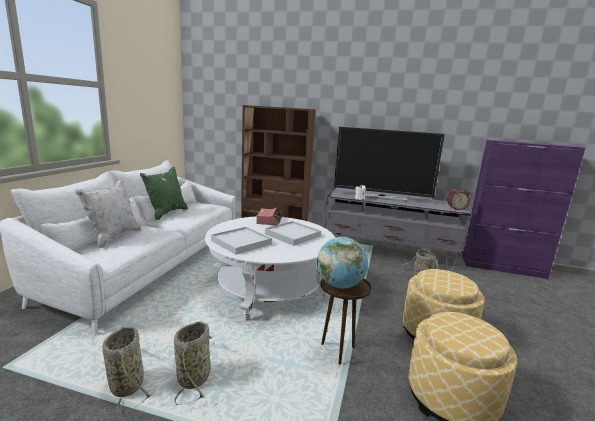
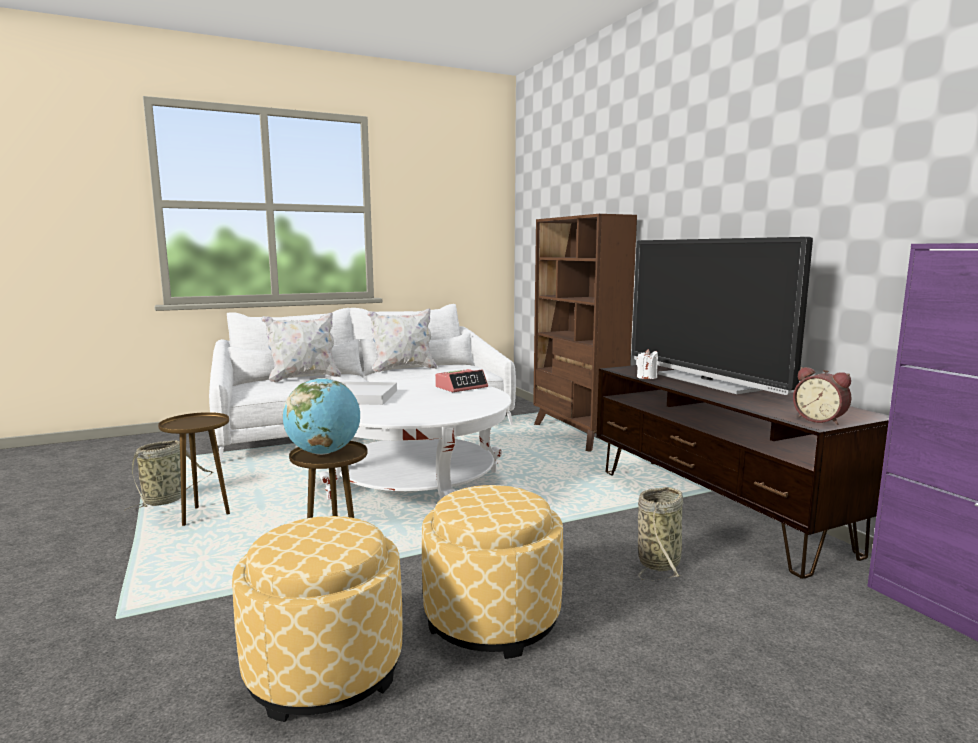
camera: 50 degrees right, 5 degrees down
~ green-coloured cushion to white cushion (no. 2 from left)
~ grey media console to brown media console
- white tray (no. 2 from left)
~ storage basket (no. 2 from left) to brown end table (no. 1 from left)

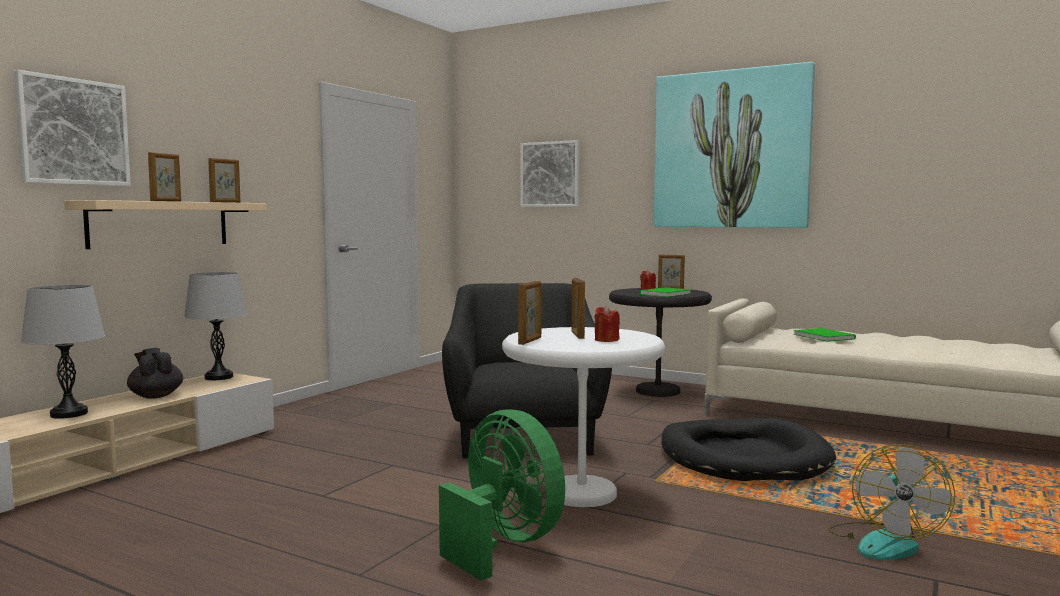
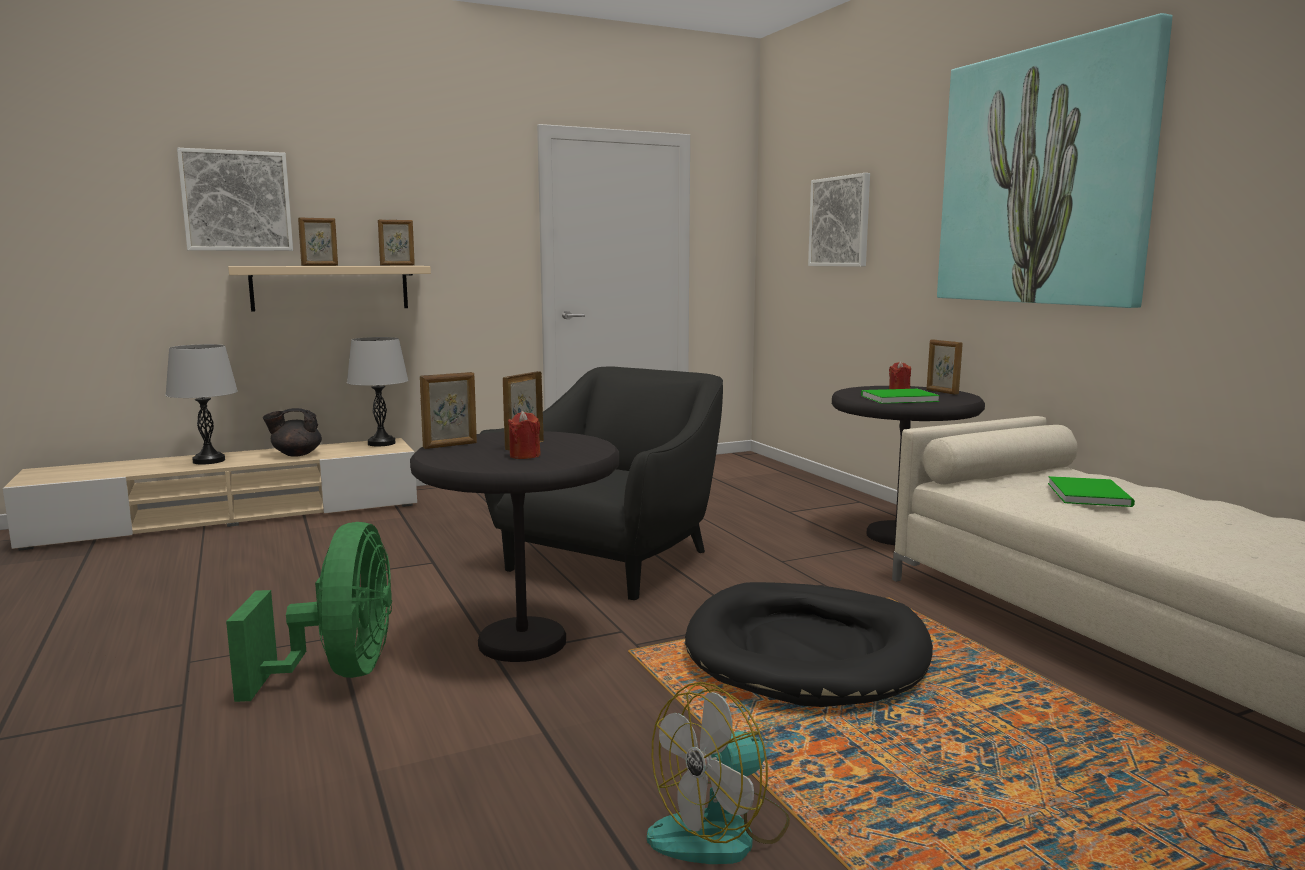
camera: 35 degrees right, 5 degrees up
~ white end table to black-coloured end table (no. 1 from left)
~ black-coloured teapot 105 degrees counterclockwise

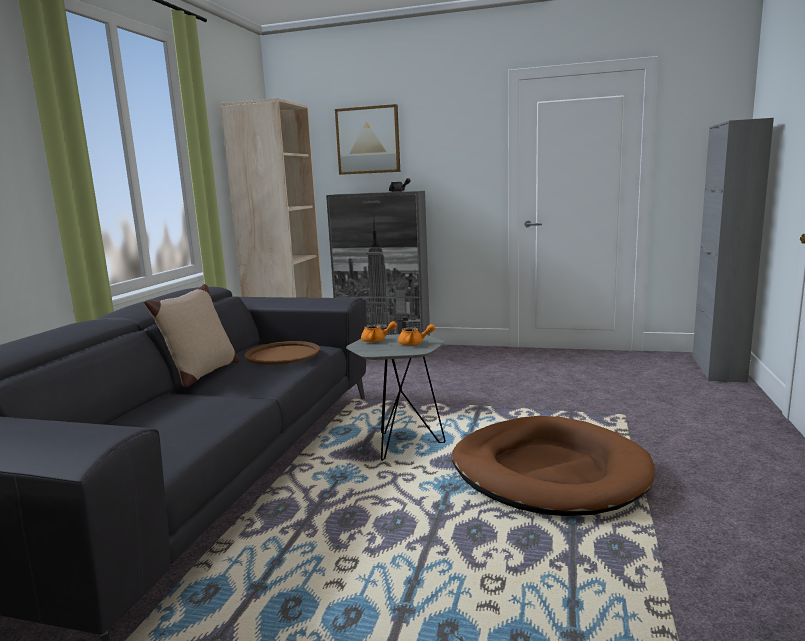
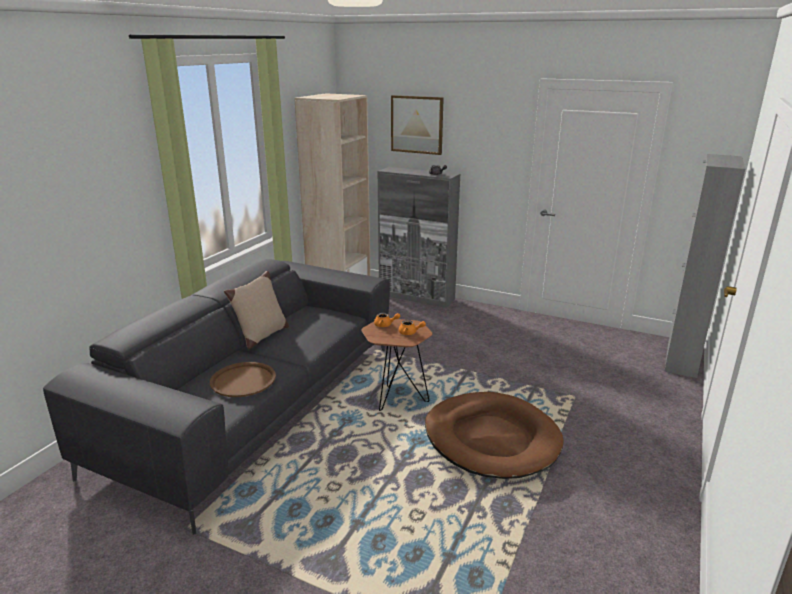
camera: 10 degrees right, 10 degrees up
~ grey end table to brown end table
~ brown tray

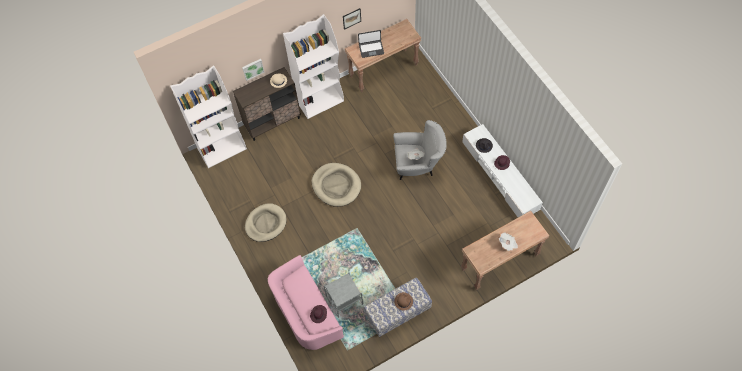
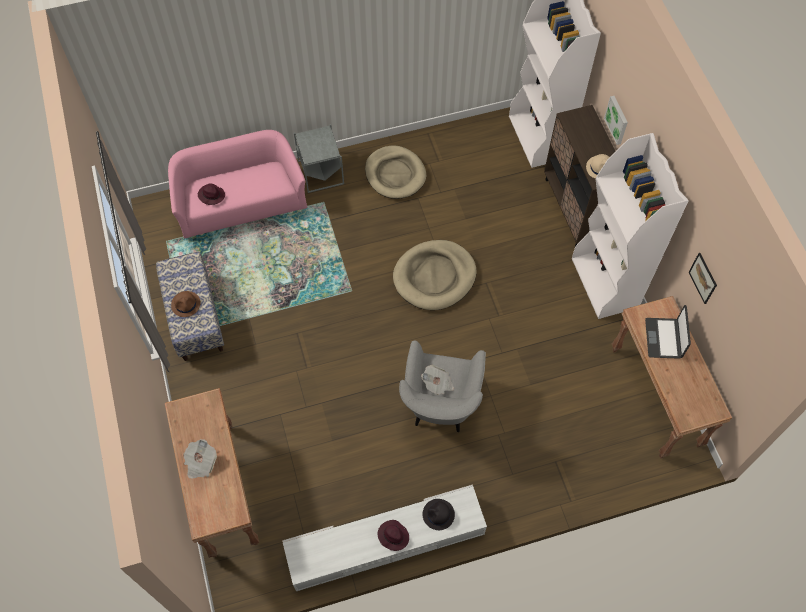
camera: 100 degrees right, 0 degrees up
~ grey end table

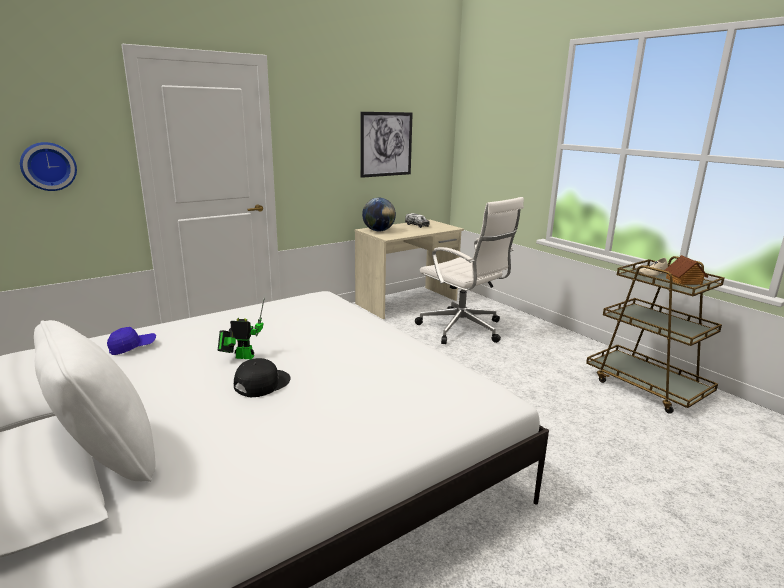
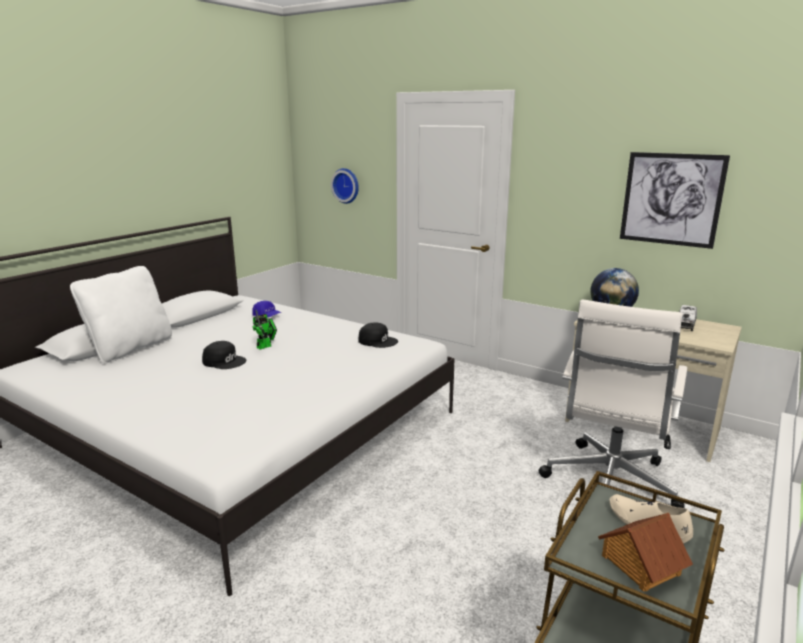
camera: 70 degrees right, 0 degrees up
~ toy robot 60 degrees clockwise
+ black-coloured cap (no. 2 from left)

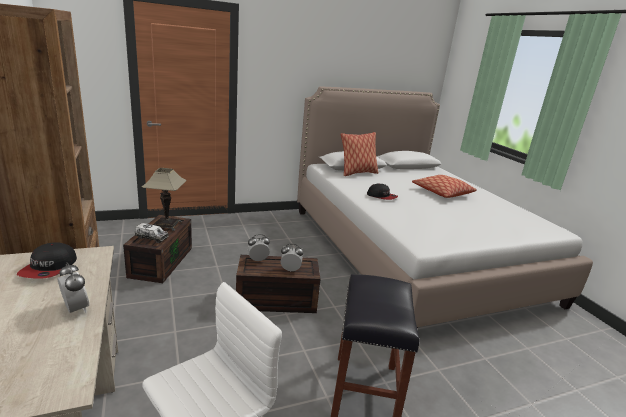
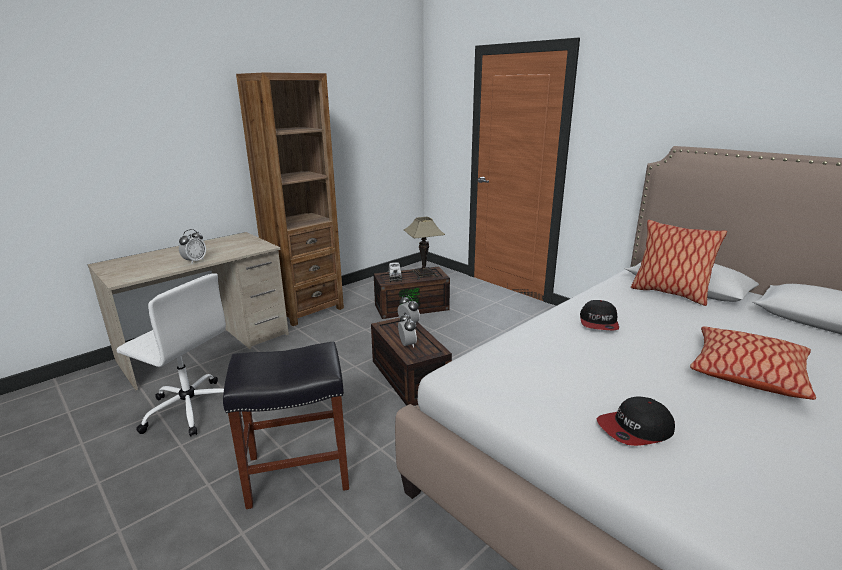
camera: 70 degrees right, 0 degrees up
~ cap (no. 1 from left in the first image) to cap (no. 2 from left)

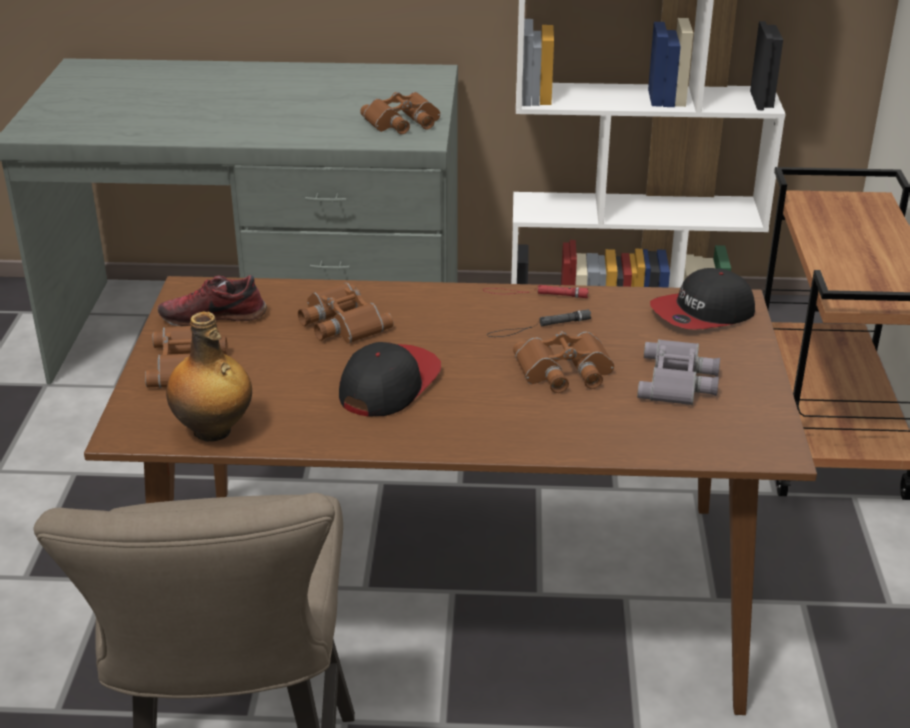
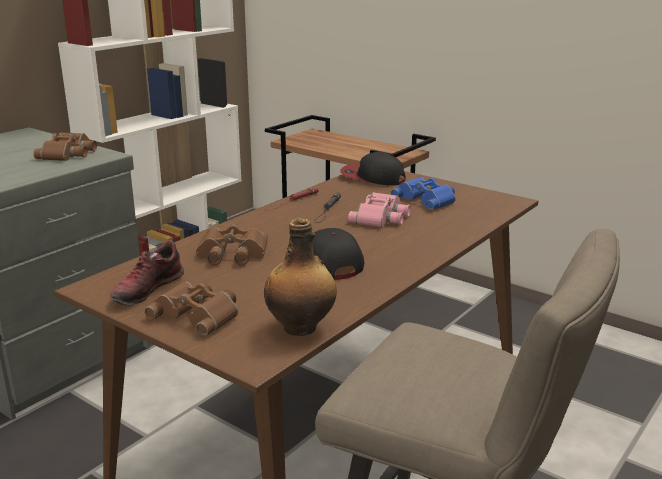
camera: 55 degrees left, 10 degrees down
~ cap (no. 2 from left) 105 degrees clockwise
~ brown binoculars (no. 4 from left) to pink binoculars
~ grey binoculars to blue binoculars

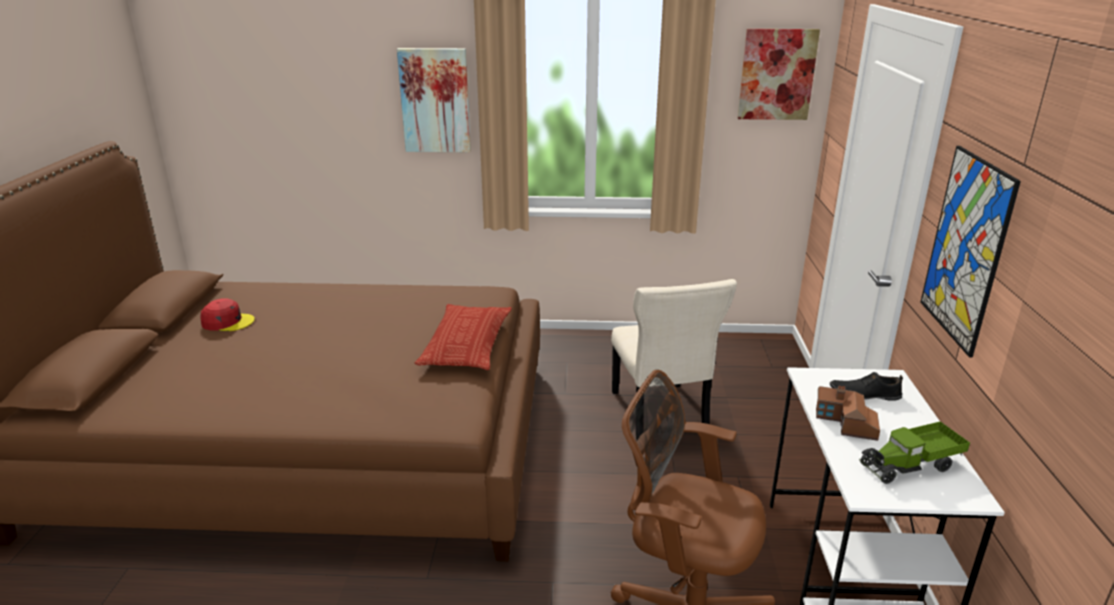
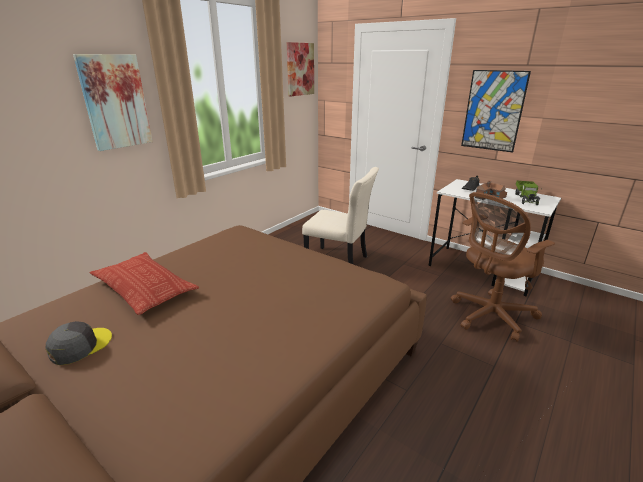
camera: 55 degrees left, 0 degrees up
~ reddish cap to grey cap
~ cushion

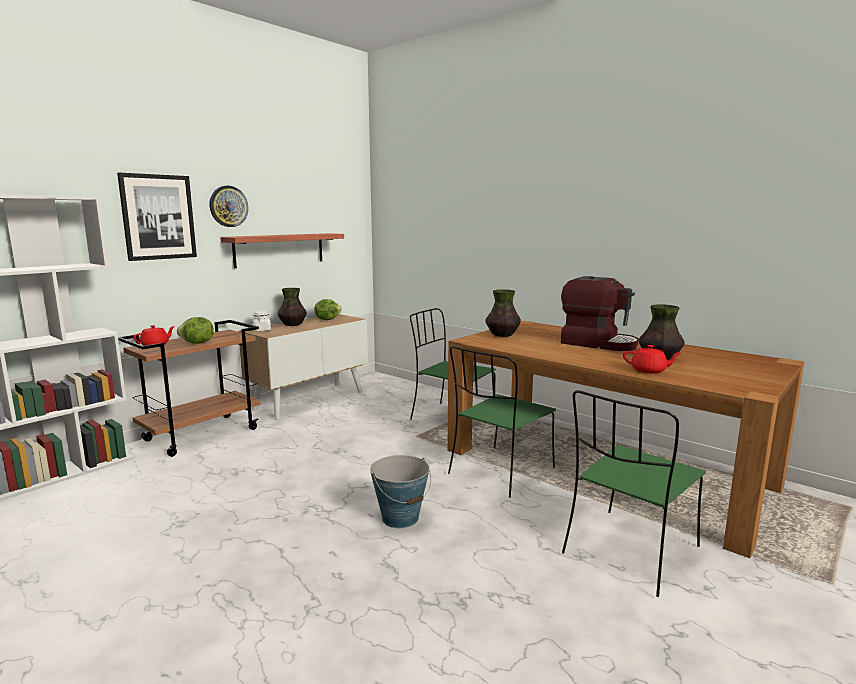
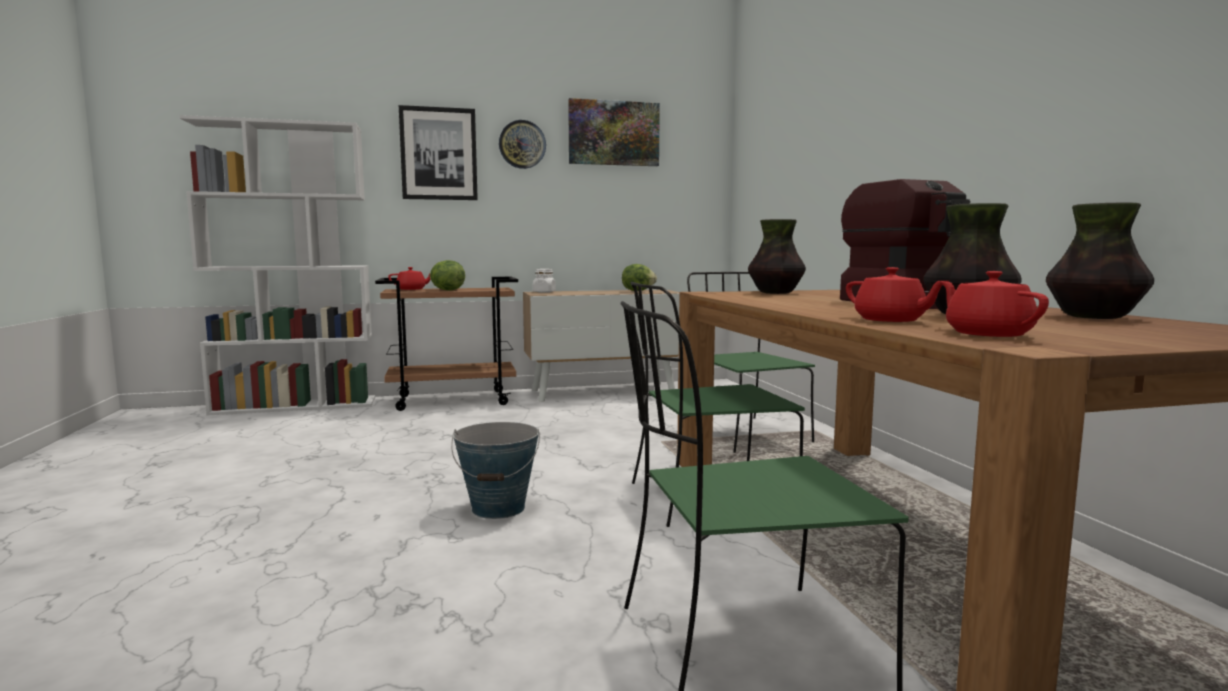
camera: 35 degrees right, 5 degrees down
- wall shelf
~ flower vase (no. 1 from left in the first image) to flower vase (no. 3 from left)
+ wall art (no. 2 from left)
+ reddish teapot (no. 3 from left)

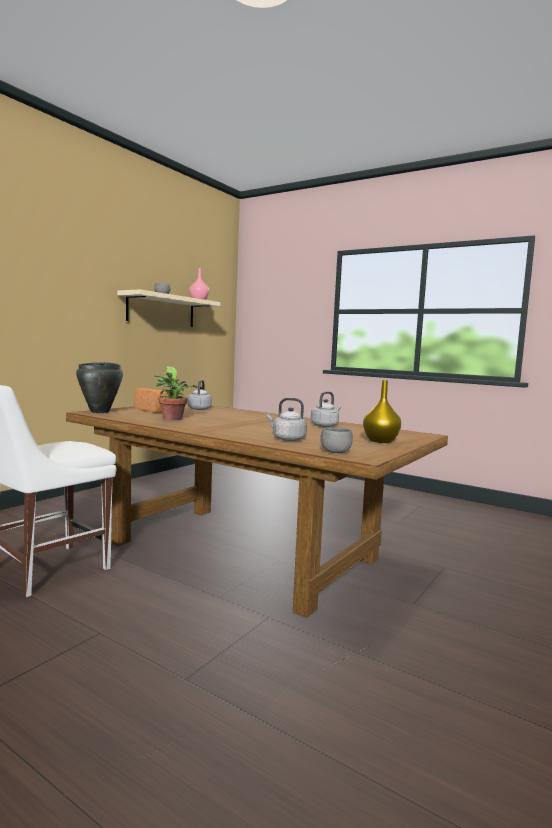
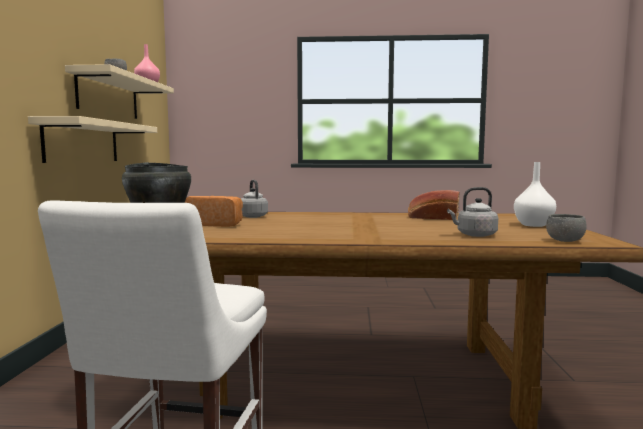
camera: 30 degrees left, 0 degrees up
- potted plant
~ yellow-coloured flower vase to white flower vase
~ grey tea kettle (no. 3 from left) to bread (no. 2 from left)
+ beige wall shelf (no. 1 from left)

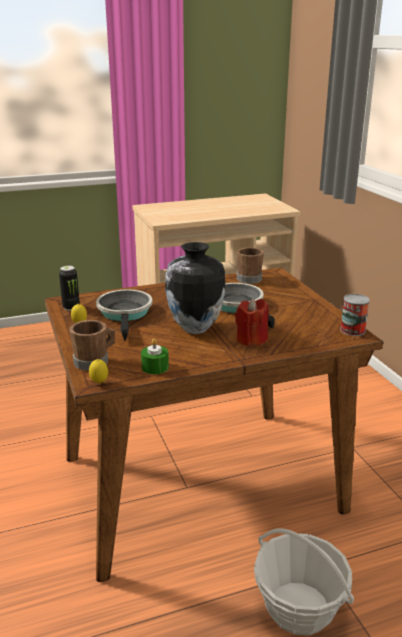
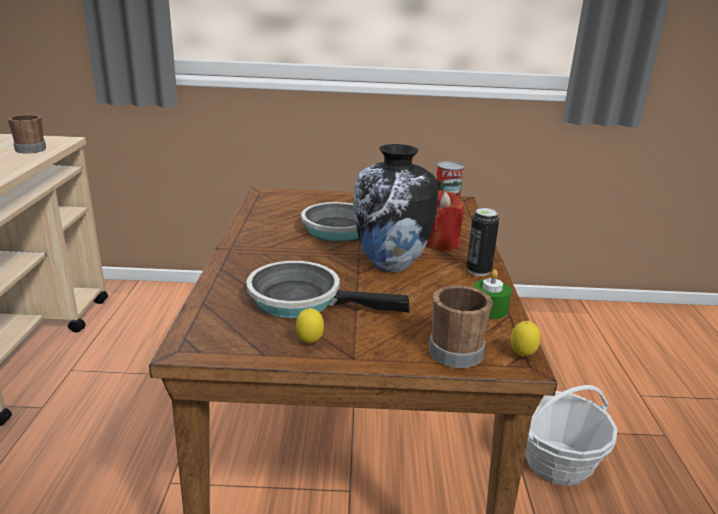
camera: 70 degrees left, 0 degrees up
~ brown mug (no. 2 from left in the first image) to brown mug (no. 1 from left)
~ sealed can (no. 1 from left in the first image) to sealed can (no. 2 from left)

